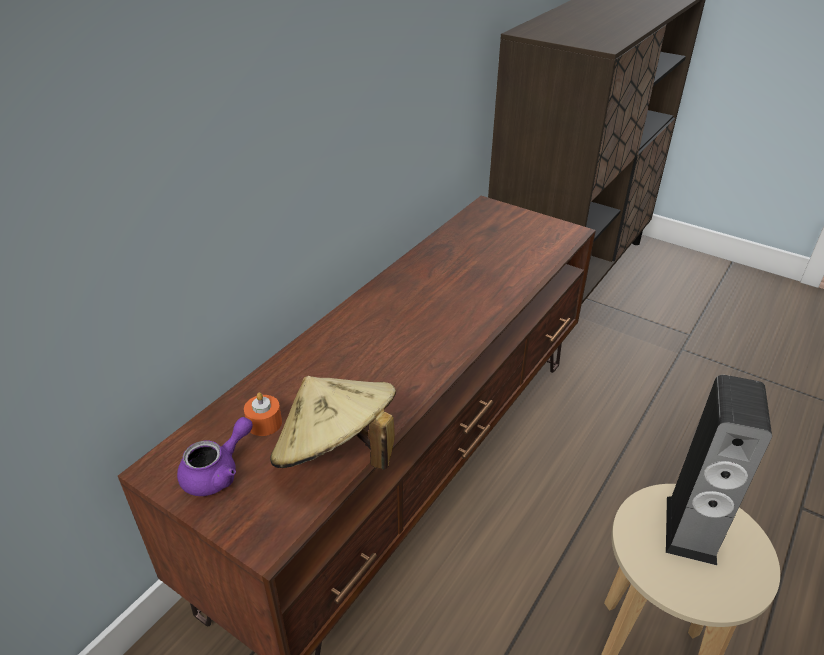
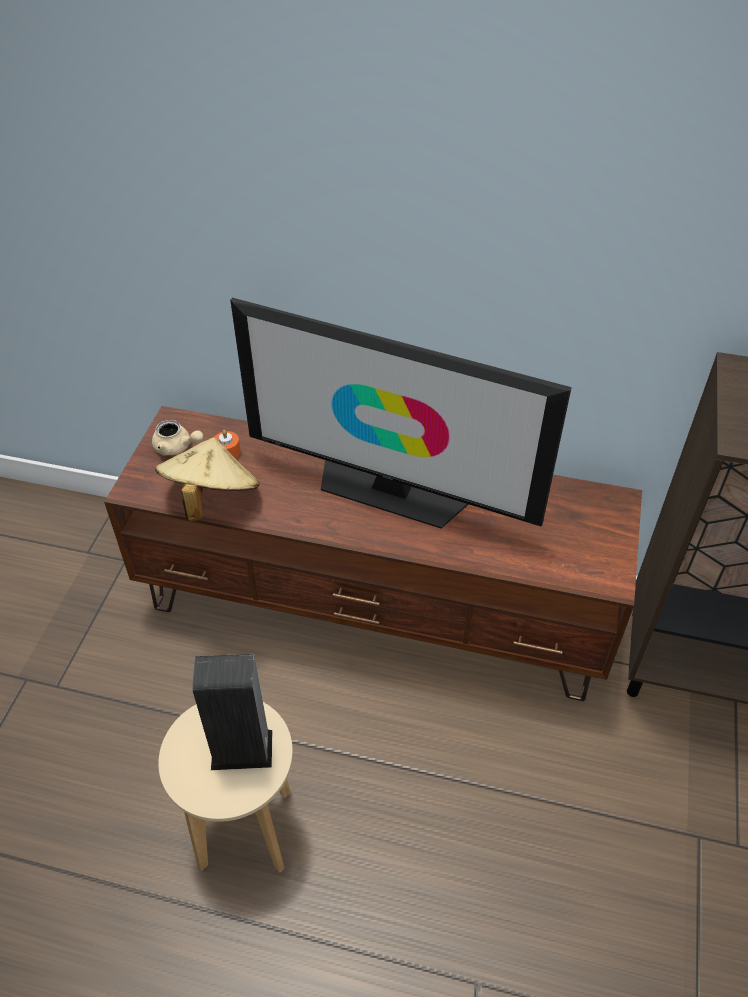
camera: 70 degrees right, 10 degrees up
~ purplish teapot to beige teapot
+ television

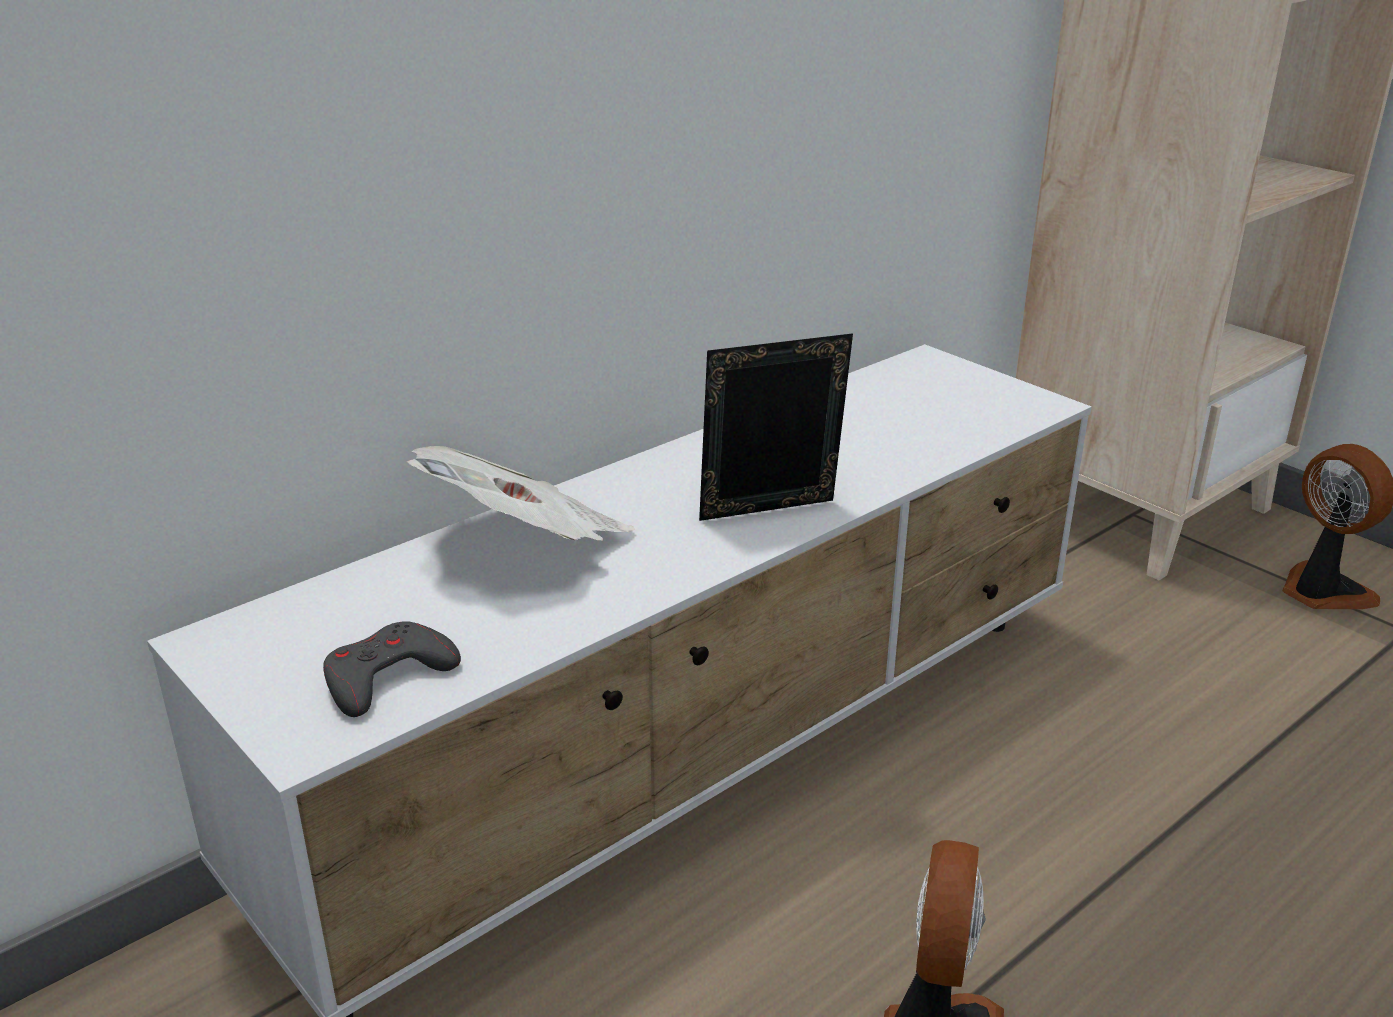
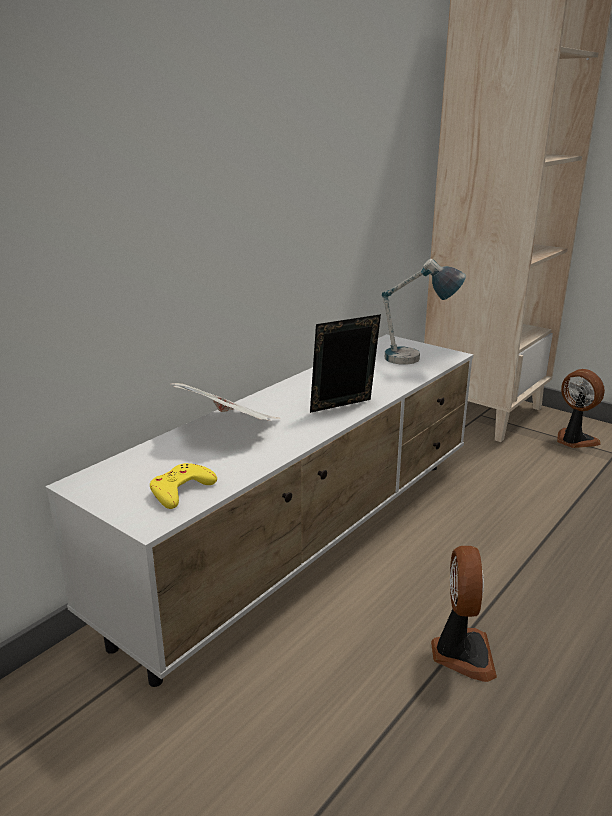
camera: 10 degrees left, 5 degrees down
~ grey game controller to yellow-coloured game controller
+ tabletop lamp

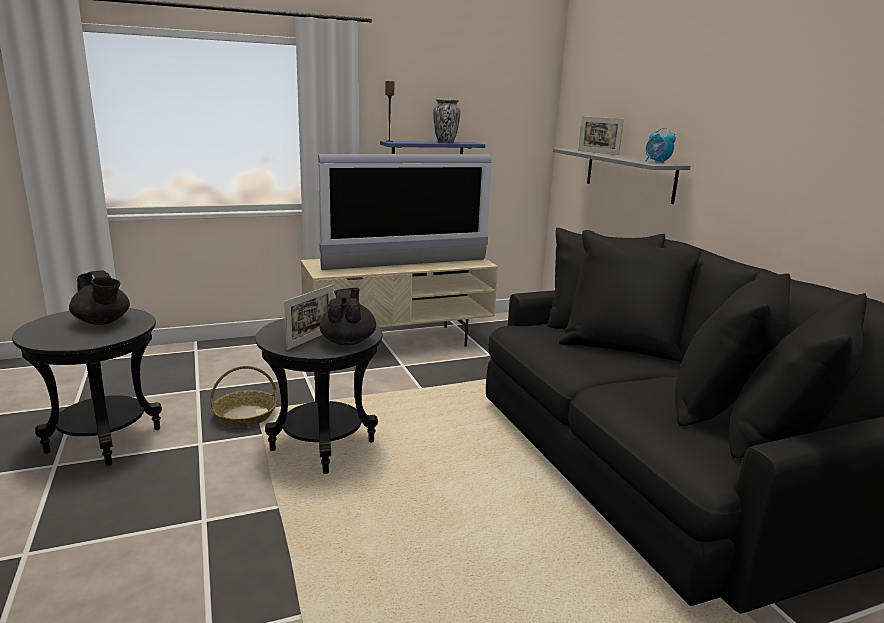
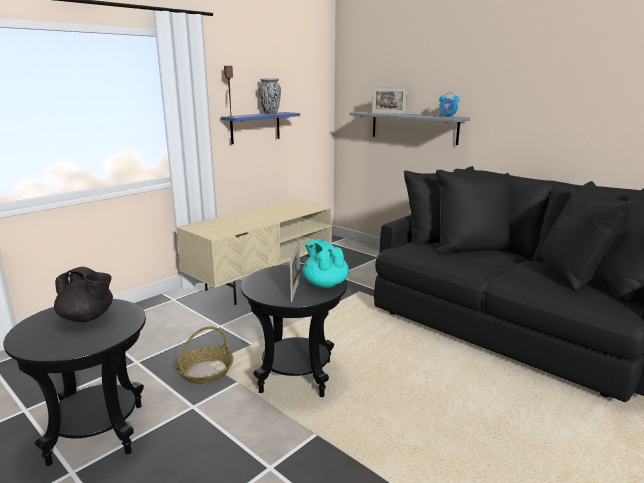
camera: 25 degrees left, 0 degrees up
- television
~ black-coloured teapot (no. 2 from left) to turquoise-coloured teapot

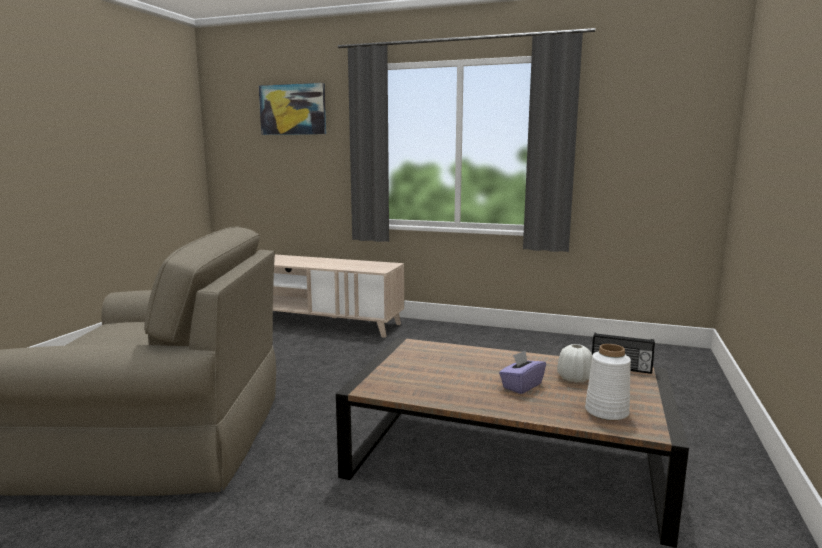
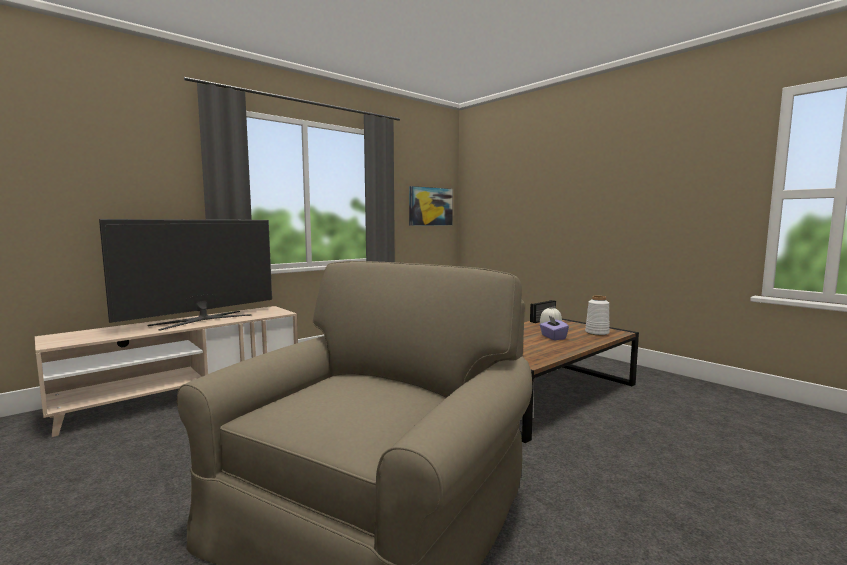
camera: 60 degrees left, 5 degrees down
~ wall art
+ television

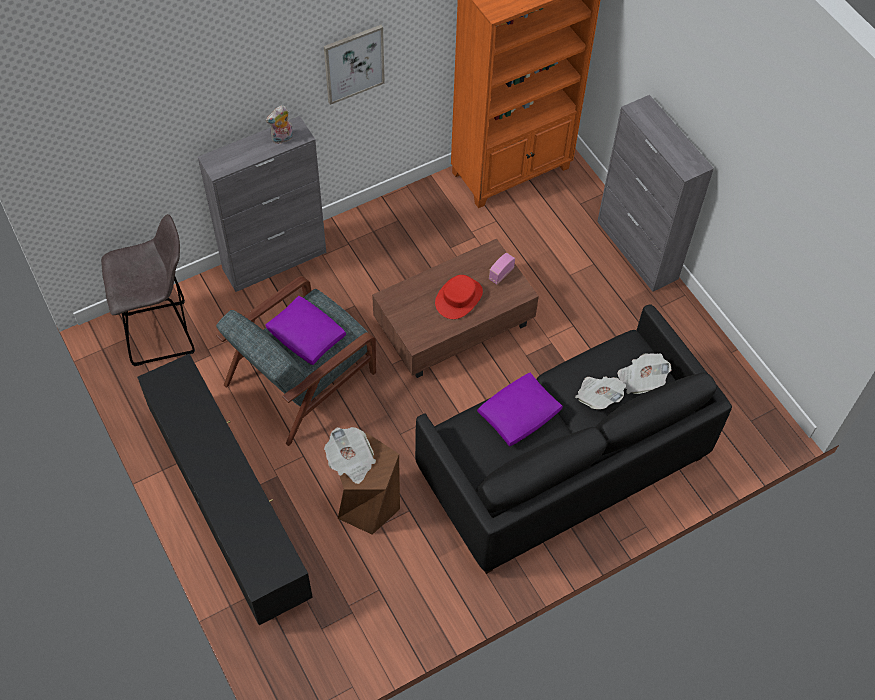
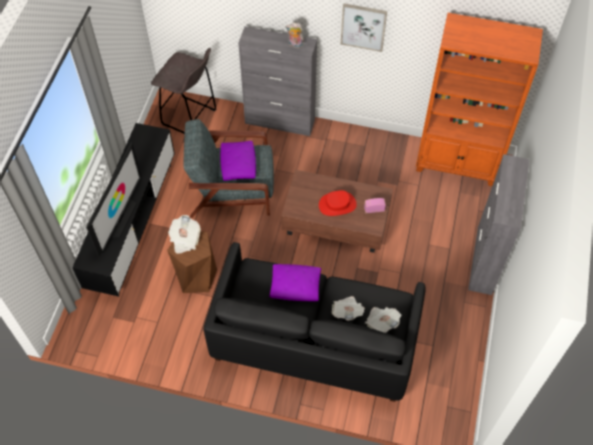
camera: 45 degrees right, 0 degrees up
+ television

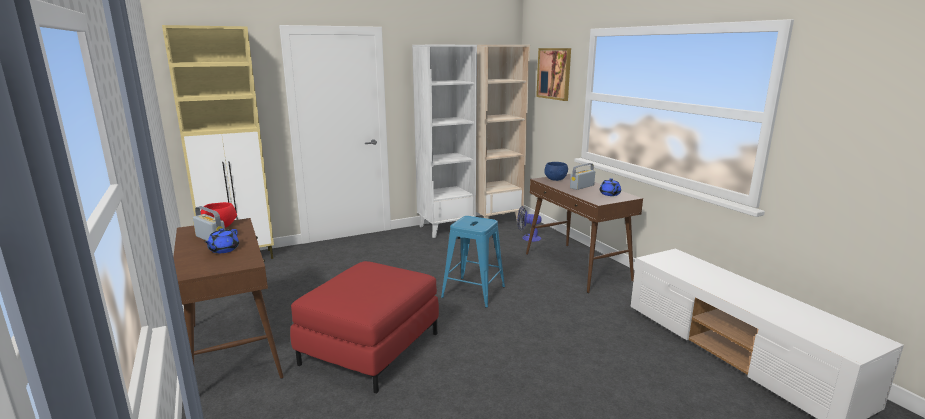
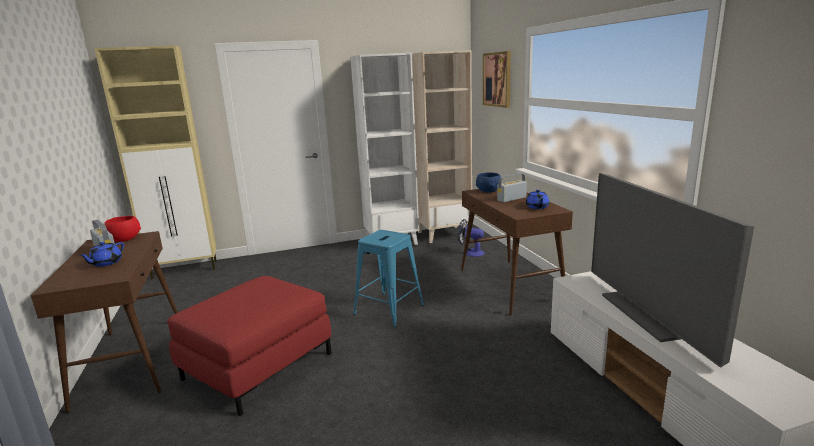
camera: 10 degrees right, 0 degrees up
+ television

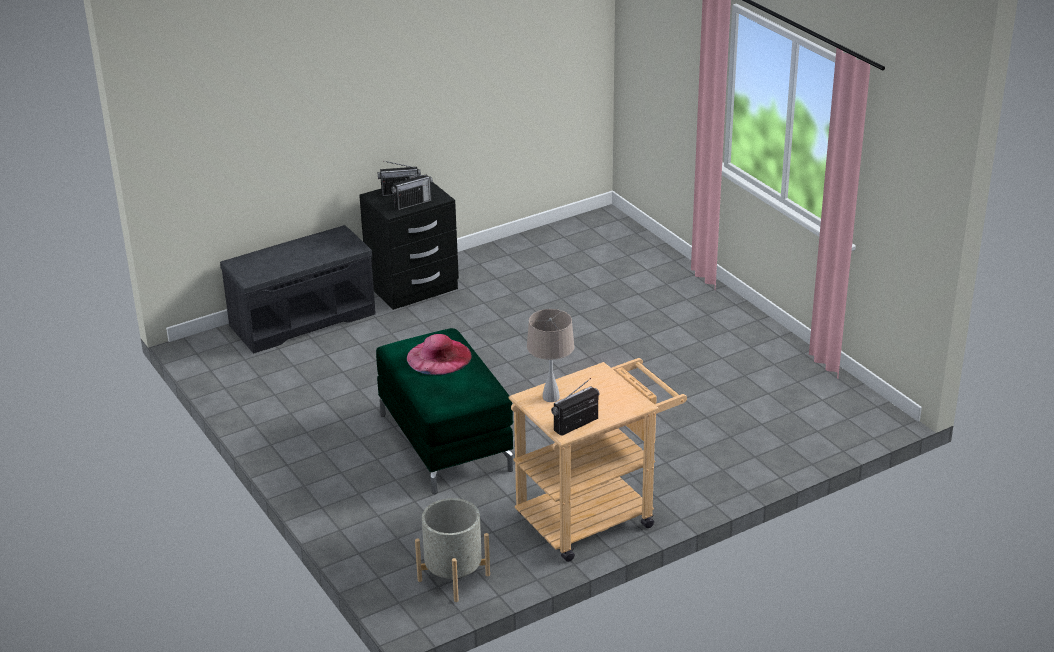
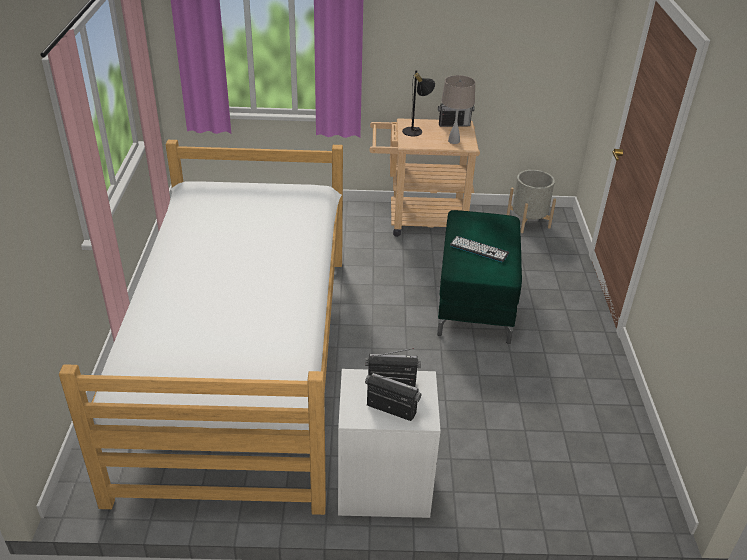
camera: 150 degrees left, 5 degrees up
~ black-coloured night table to white night table
- grey indoor bench
~ pink hat to PC keyboard
+ black-coloured tabletop lamp
+ bed

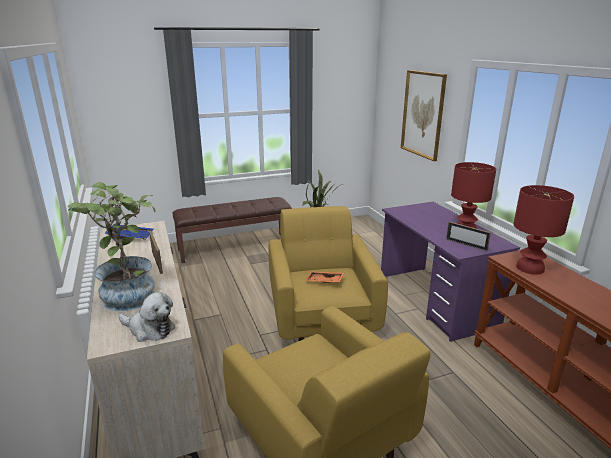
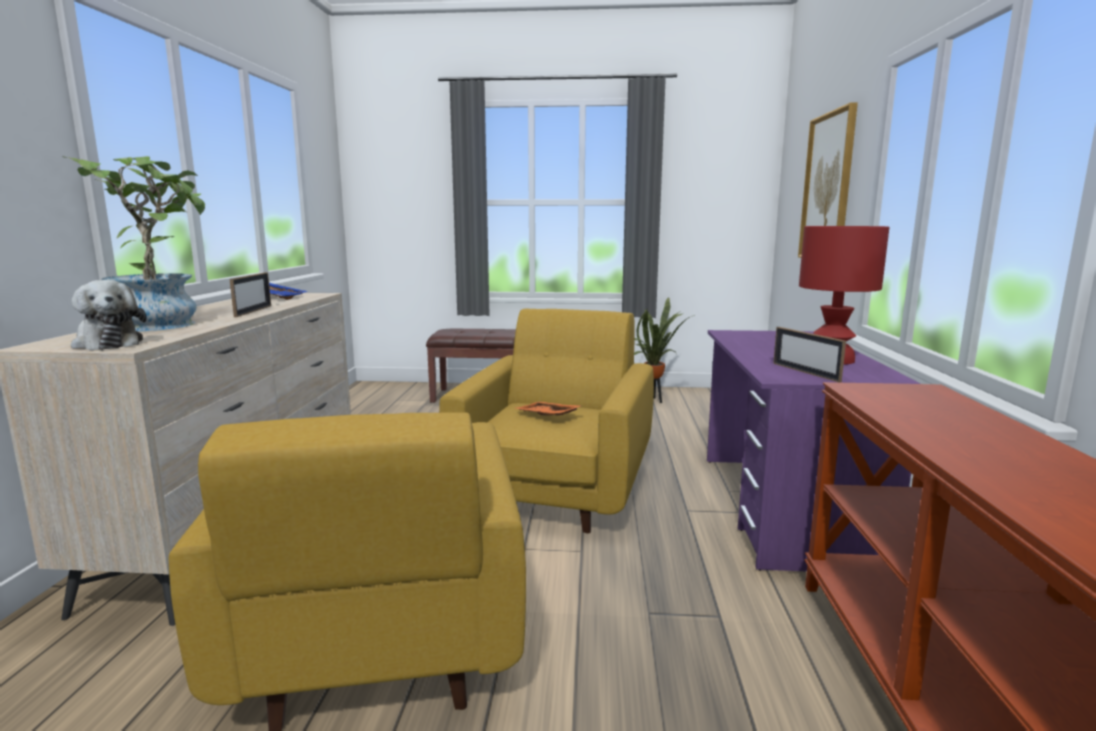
camera: 25 degrees right, 10 degrees down
- reddish tabletop lamp (no. 2 from left)

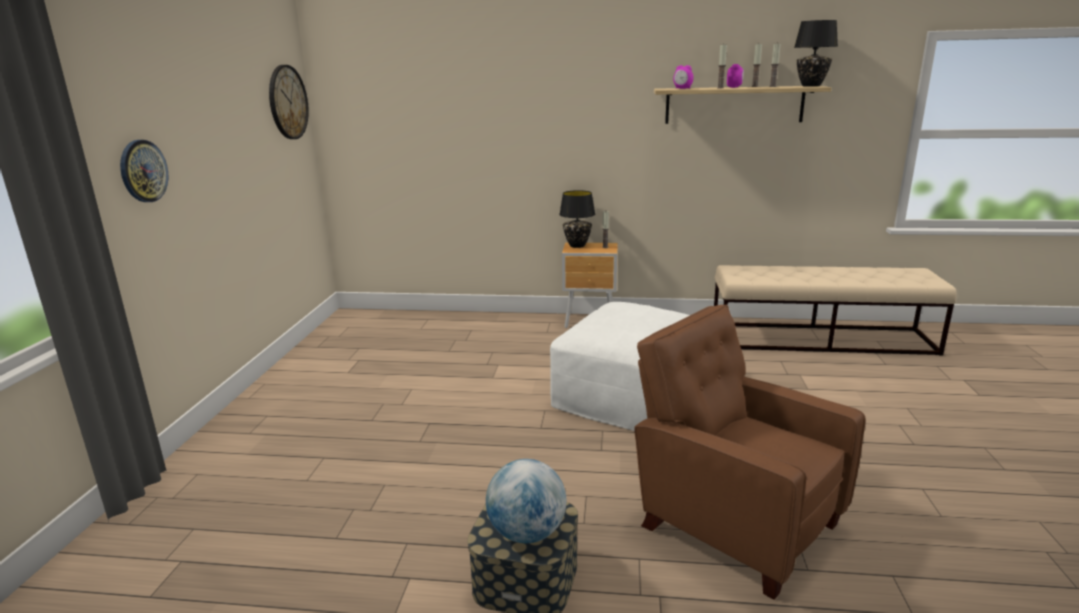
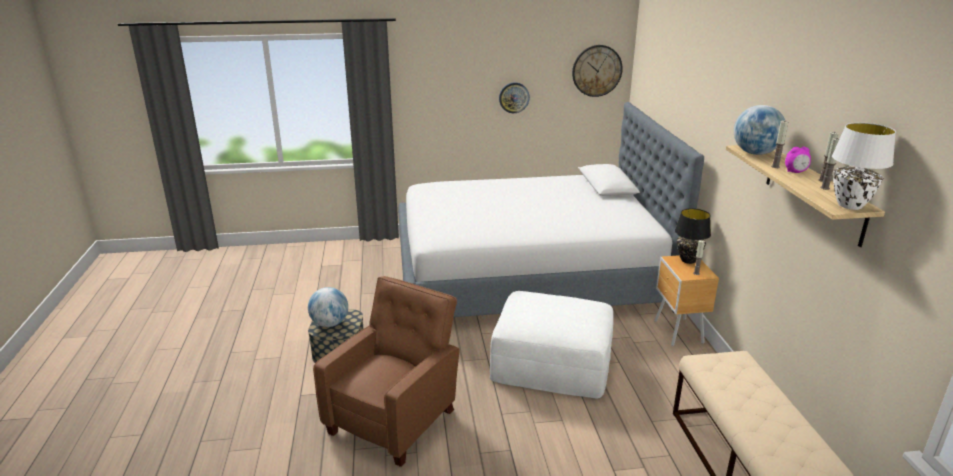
camera: 75 degrees right, 5 degrees up
~ black-coloured tabletop lamp (no. 2 from left) to white tabletop lamp
~ alarm clock (no. 1 from left) to globe (no. 2 from left)
~ hanging clock (no. 1 from left)
+ bed

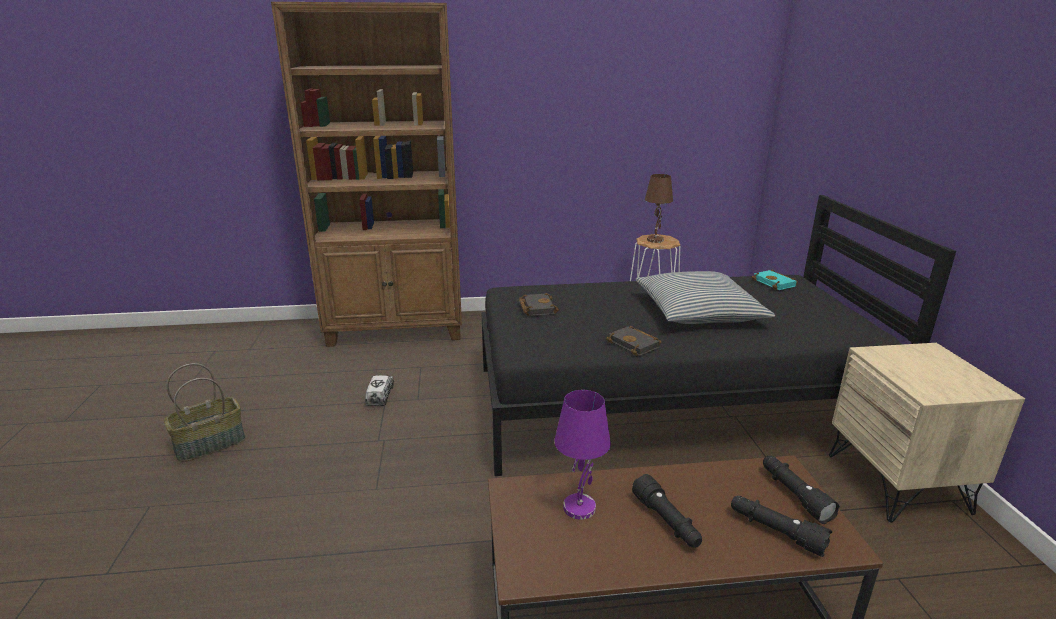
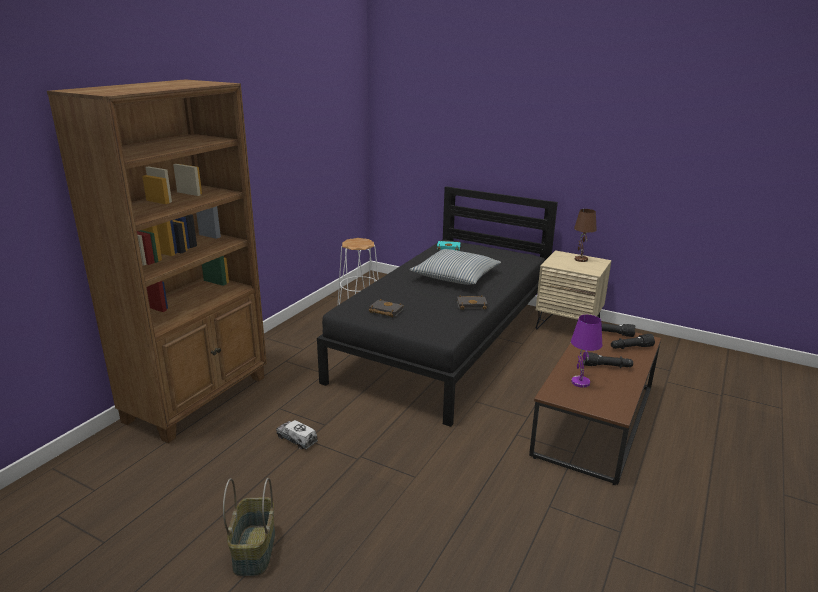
camera: 55 degrees left, 0 degrees up
~ brown tabletop lamp

